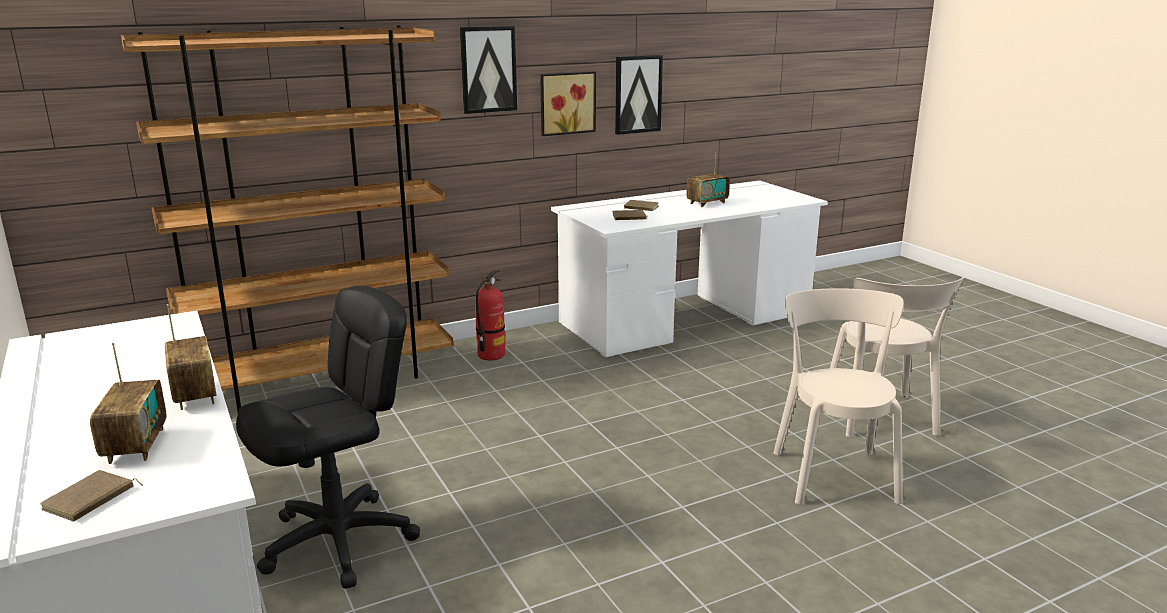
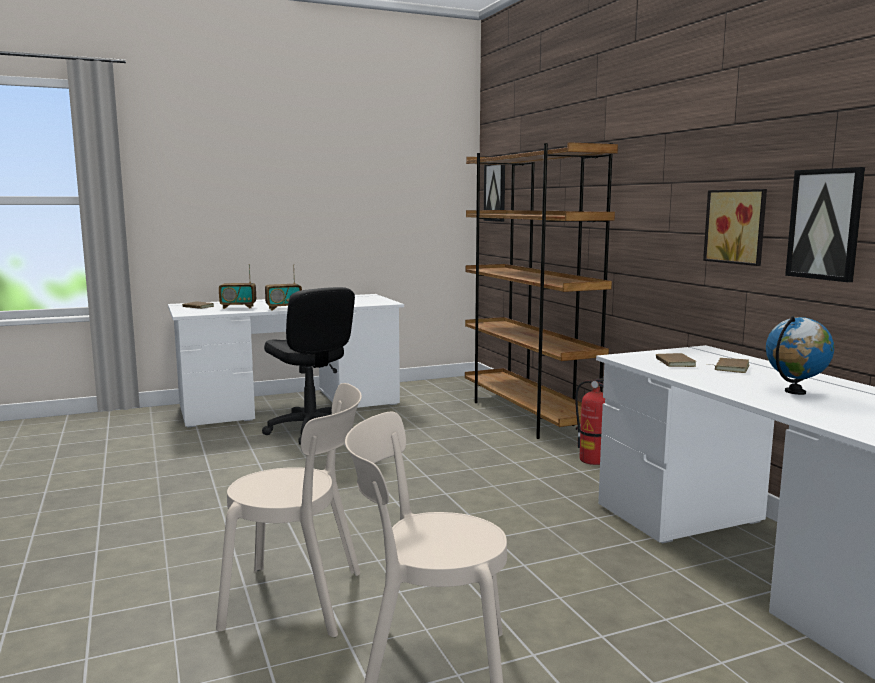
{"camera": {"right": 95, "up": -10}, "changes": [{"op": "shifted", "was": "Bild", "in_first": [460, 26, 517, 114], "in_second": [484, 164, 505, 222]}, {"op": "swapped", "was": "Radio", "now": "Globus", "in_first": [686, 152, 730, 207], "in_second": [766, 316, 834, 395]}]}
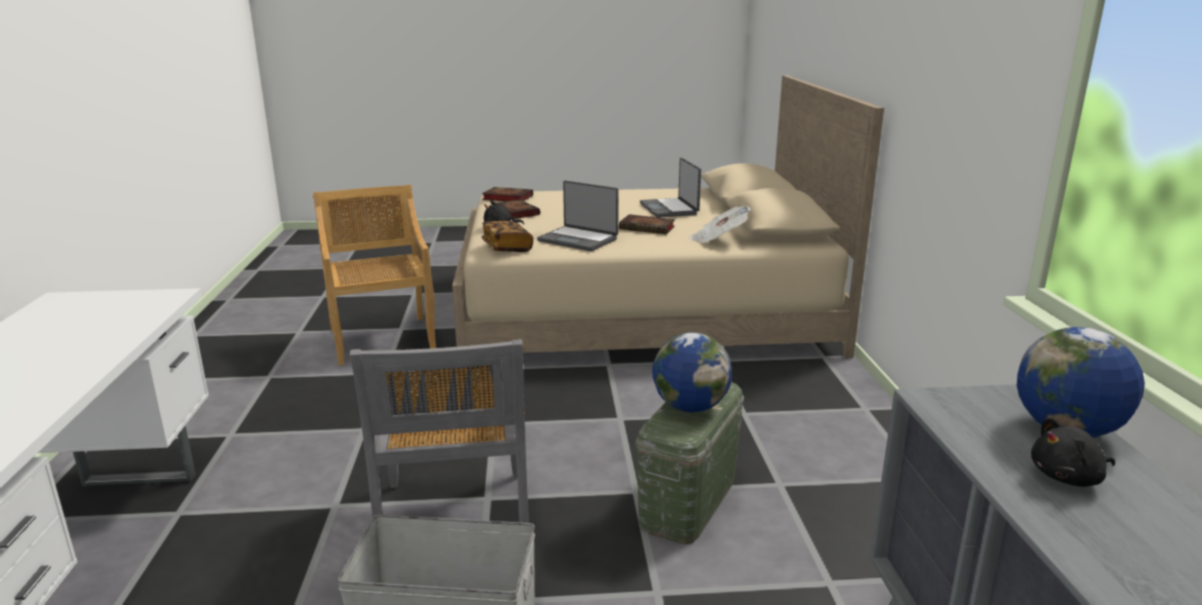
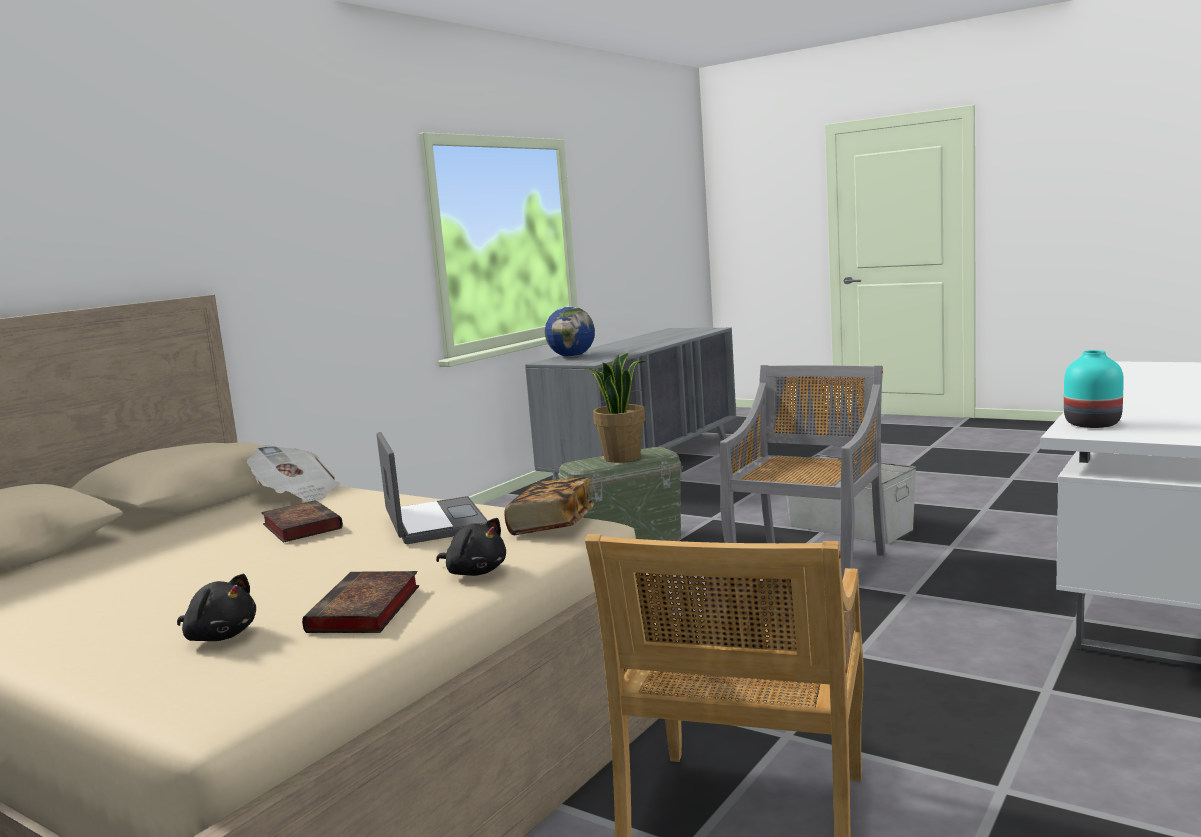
{"camera": {"right": -140, "up": -10}, "changes": [{"op": "gone", "was": "Buch", "in_first": [482, 187, 533, 201]}, {"op": "gone", "was": "Laptop", "in_first": [640, 157, 701, 218]}, {"op": "swapped", "was": "Globus", "now": "Topfpflanze", "in_first": [652, 333, 732, 413], "in_second": [586, 353, 645, 463]}, {"op": "shifted", "was": "Plüschtier [schwarz]", "in_first": [1031, 417, 1115, 487], "in_second": [177, 574, 256, 641]}, {"op": "new", "now": "Vase [türkis]", "in_second": [1064, 350, 1124, 428]}]}
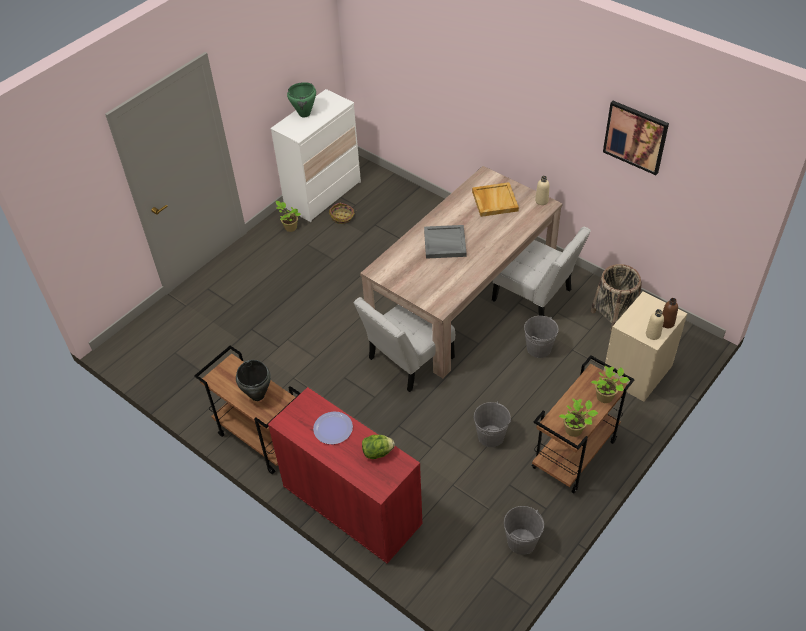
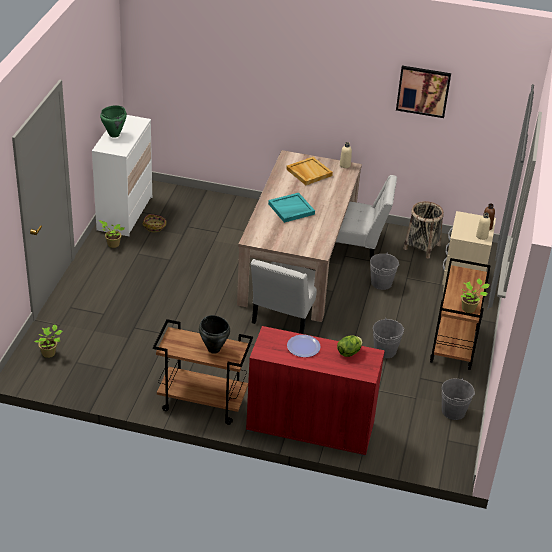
{"camera": {"right": -30, "up": -10}, "changes": [{"op": "repainted", "was": "Tablett [grau]", "now": "Tablett [türkis]", "in_first": [424, 225, 467, 259], "in_second": [268, 193, 315, 223]}, {"op": "shifted", "was": "Topfpflanze", "in_first": [591, 366, 629, 403], "in_second": [34, 324, 62, 358]}]}
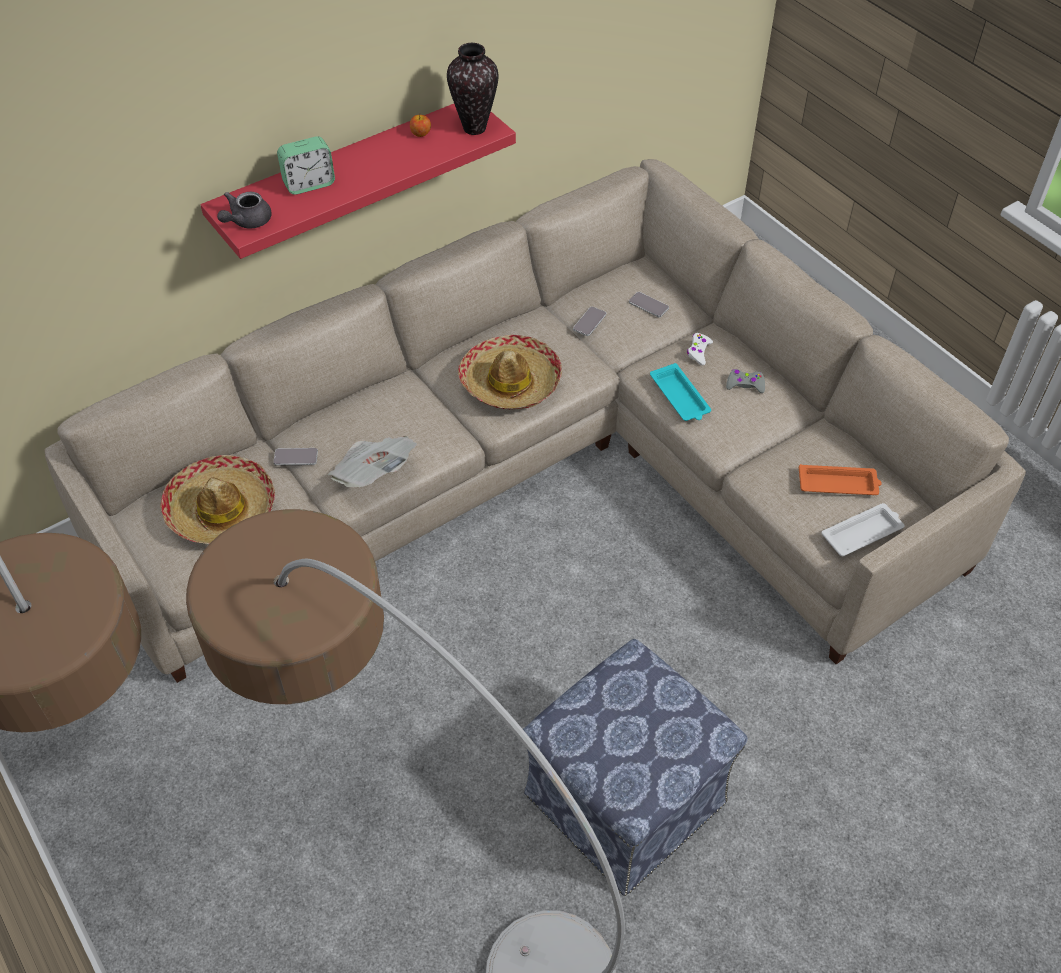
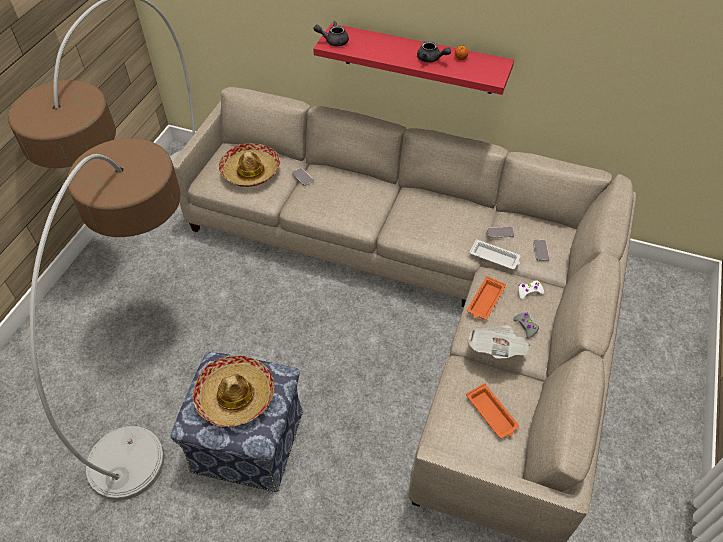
{"camera": {"right": 55, "up": 0}, "changes": [{"op": "gone", "was": "Wecker", "in_first": [277, 136, 335, 195]}, {"op": "shifted", "was": "Zeitung", "in_first": [327, 436, 417, 488], "in_second": [468, 325, 531, 359]}, {"op": "gone", "was": "Vase", "in_first": [447, 43, 498, 135]}, {"op": "shifted", "was": "Hut", "in_first": [458, 335, 562, 409], "in_second": [193, 355, 274, 427]}, {"op": "repainted", "was": "Tablett [türkis]", "now": "Tablett [orange]", "in_first": [650, 363, 711, 421], "in_second": [467, 276, 506, 320]}, {"op": "shifted", "was": "Tablett [weiß]", "in_first": [821, 503, 905, 556], "in_second": [469, 239, 521, 269]}, {"op": "new", "now": "Teekanne [grau]", "in_second": [417, 41, 451, 63]}]}
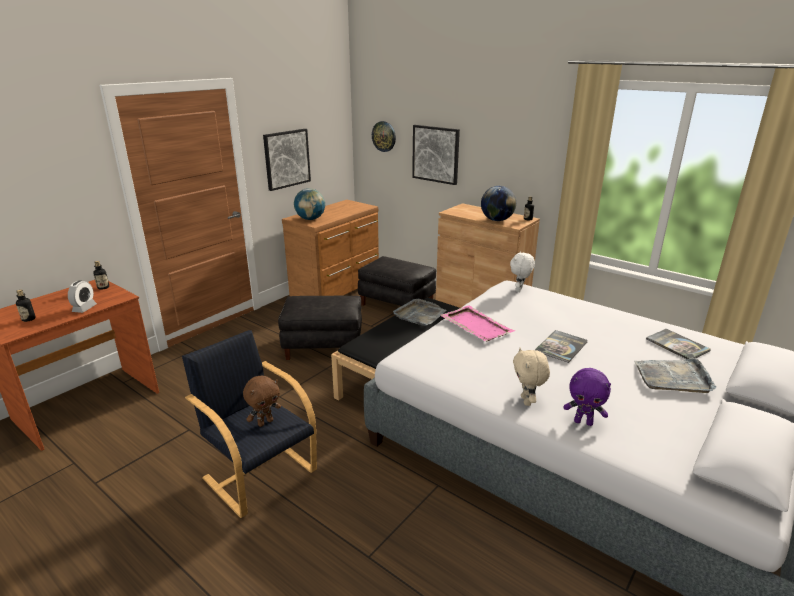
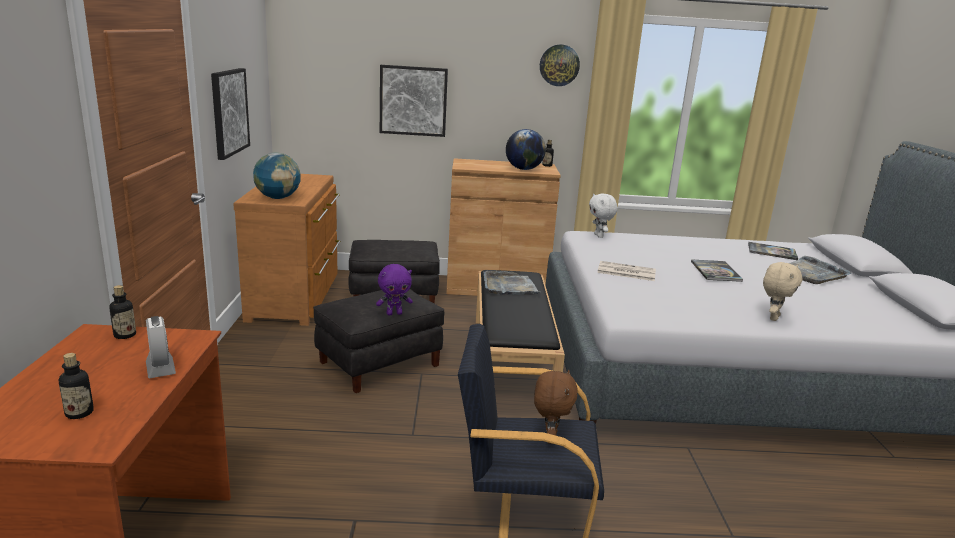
{"camera": {"right": -40, "up": -5}, "changes": [{"op": "shifted", "was": "Wanduhr", "in_first": [372, 121, 396, 152], "in_second": [540, 44, 580, 86]}, {"op": "swapped", "was": "Tablett [rosa]", "now": "Zeitung", "in_first": [440, 305, 515, 341], "in_second": [597, 261, 656, 281]}, {"op": "rotated", "was": "Plüschtier [beige]", "in_first": [513, 348, 550, 406], "in_second": [763, 262, 803, 321], "clockwise": -105}, {"op": "shifted", "was": "Plüschtier [lila]", "in_first": [564, 368, 611, 426], "in_second": [376, 264, 413, 316]}]}
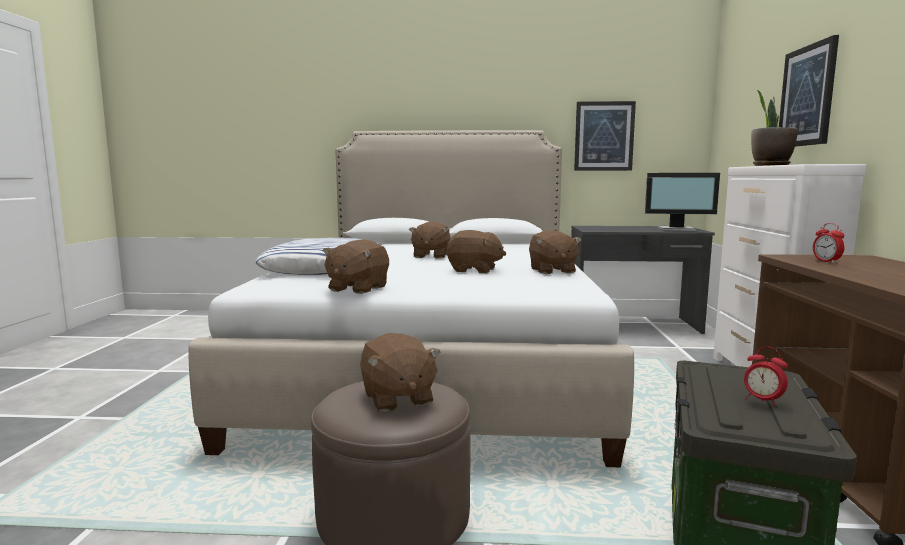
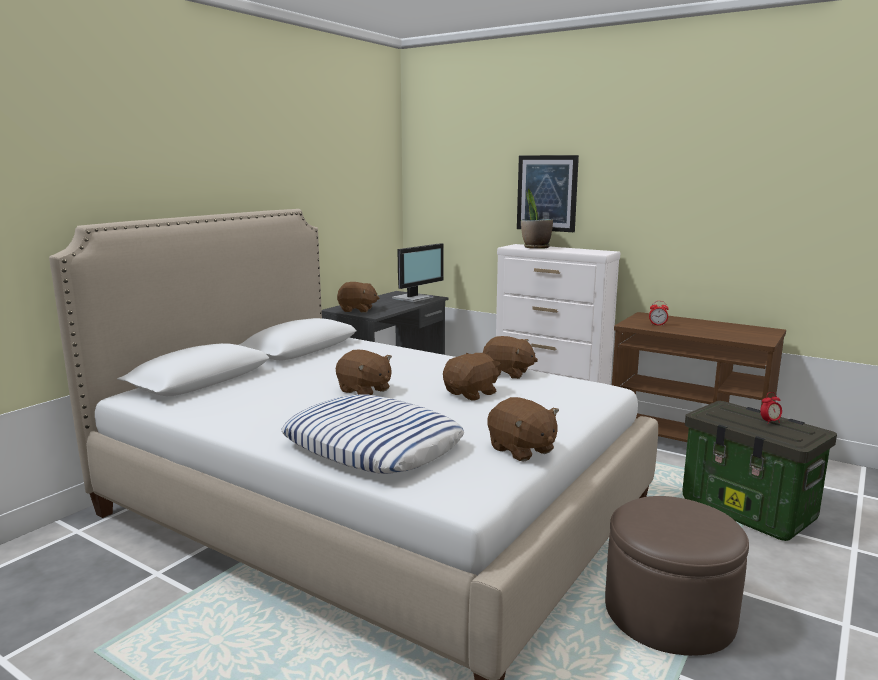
{"camera": {"right": -60, "up": 5}, "changes": [{"op": "shifted", "was": "Plüschtier [braun]", "in_first": [360, 333, 440, 412], "in_second": [337, 282, 379, 313]}, {"op": "gone", "was": "Bild", "in_first": [574, 101, 636, 171]}]}
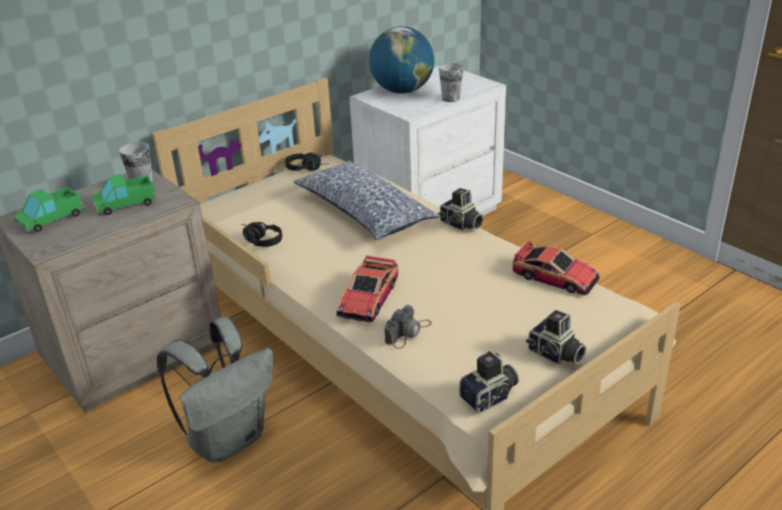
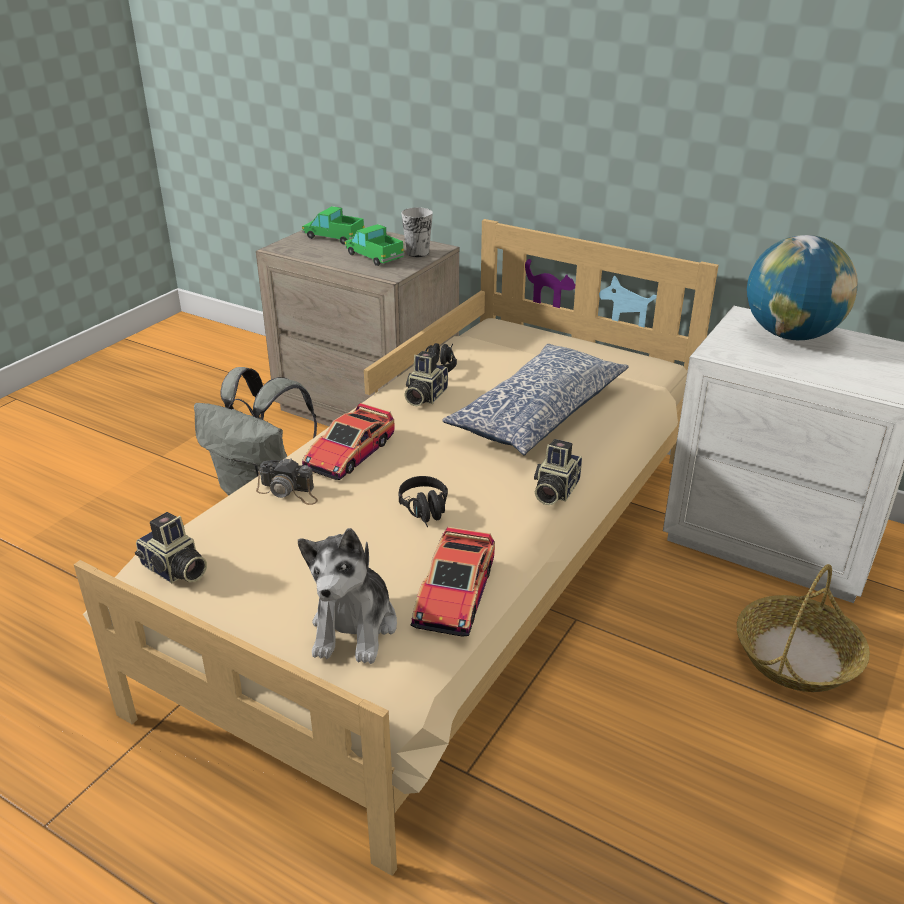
{"camera": {"right": 70, "up": 0}, "changes": [{"op": "shifted", "was": "Kopfhörer [schwarz]", "in_first": [285, 152, 321, 171], "in_second": [399, 476, 448, 527]}, {"op": "rotated", "was": "Spielzeugauto", "in_first": [336, 255, 398, 322], "in_second": [302, 403, 395, 480], "clockwise": -60}, {"op": "gone", "was": "Tasse", "in_first": [439, 63, 463, 102]}, {"op": "shifted", "was": "Kamera", "in_first": [526, 310, 586, 365], "in_second": [404, 351, 448, 406]}, {"op": "new", "now": "Plüschtier", "in_second": [298, 528, 397, 664]}, {"op": "new", "now": "Korb", "in_second": [737, 564, 870, 692]}]}
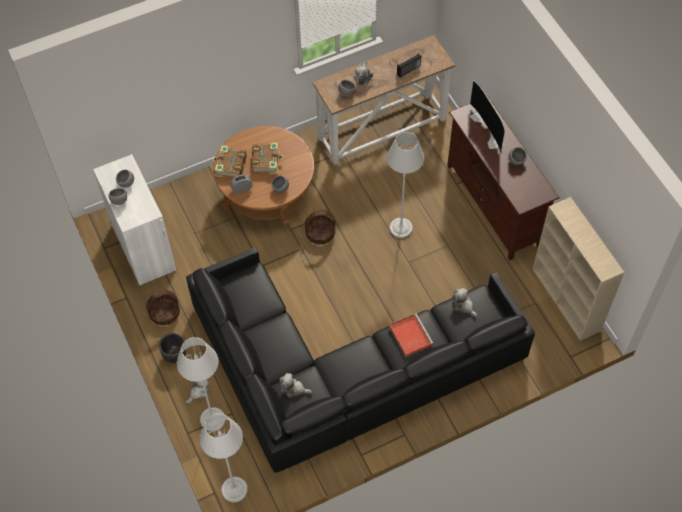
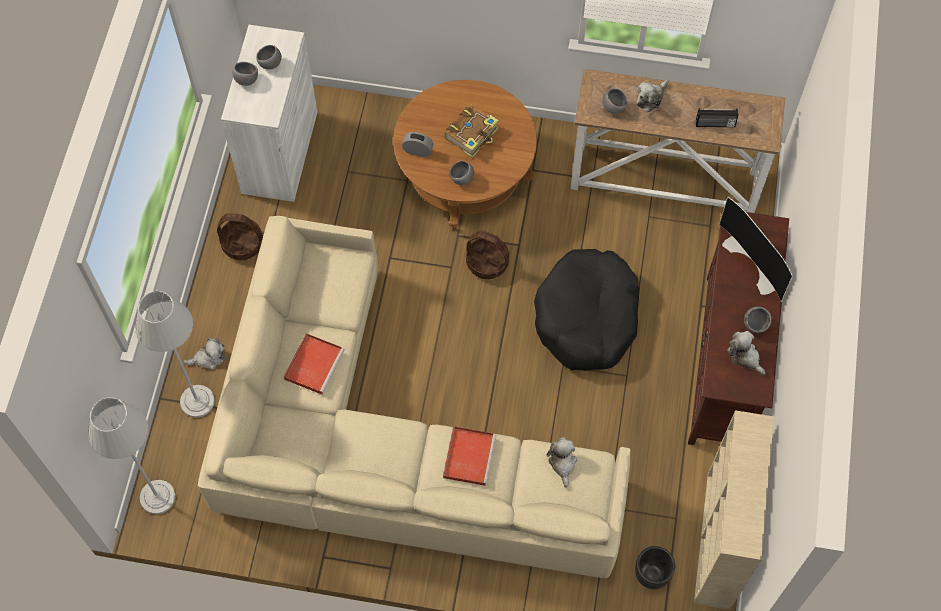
{"camera": {"right": 35, "up": 5}, "changes": [{"op": "shifted", "was": "Pflanzkübel [schwarz]", "in_first": [159, 333, 186, 363], "in_second": [635, 546, 675, 589]}, {"op": "repainted", "was": "Sofa [schwarz]", "now": "Sofa [beige]", "in_first": [186, 248, 535, 473], "in_second": [198, 216, 630, 578]}, {"op": "gone", "was": "Buch", "in_first": [213, 145, 247, 178]}, {"op": "shifted", "was": "Plüschtier", "in_first": [279, 373, 312, 397], "in_second": [727, 331, 765, 375]}, {"op": "swapped", "was": "Stehlampe [grau]", "now": "Hundebett [schwarz]", "in_first": [387, 132, 424, 238], "in_second": [534, 249, 639, 371]}, {"op": "rotated", "was": "Fernseher", "in_first": [470, 80, 505, 153], "in_second": [719, 197, 793, 302], "clockwise": -45}, {"op": "new", "now": "Tablett [rot]", "in_second": [284, 333, 345, 394]}]}
